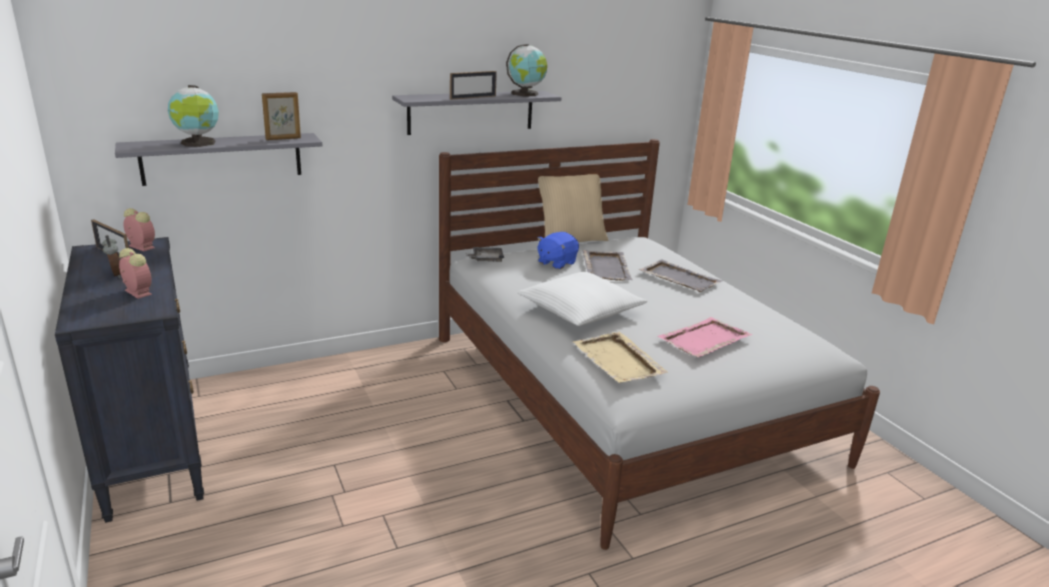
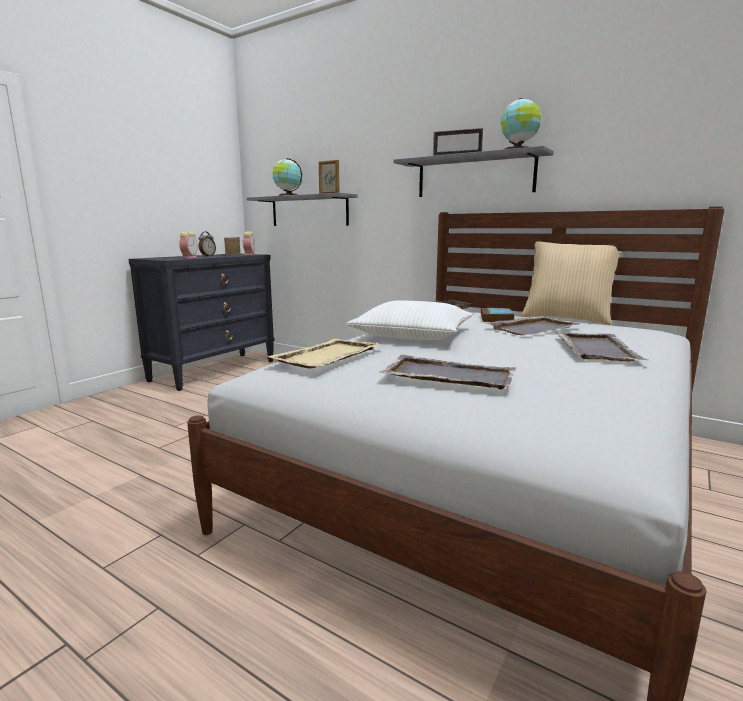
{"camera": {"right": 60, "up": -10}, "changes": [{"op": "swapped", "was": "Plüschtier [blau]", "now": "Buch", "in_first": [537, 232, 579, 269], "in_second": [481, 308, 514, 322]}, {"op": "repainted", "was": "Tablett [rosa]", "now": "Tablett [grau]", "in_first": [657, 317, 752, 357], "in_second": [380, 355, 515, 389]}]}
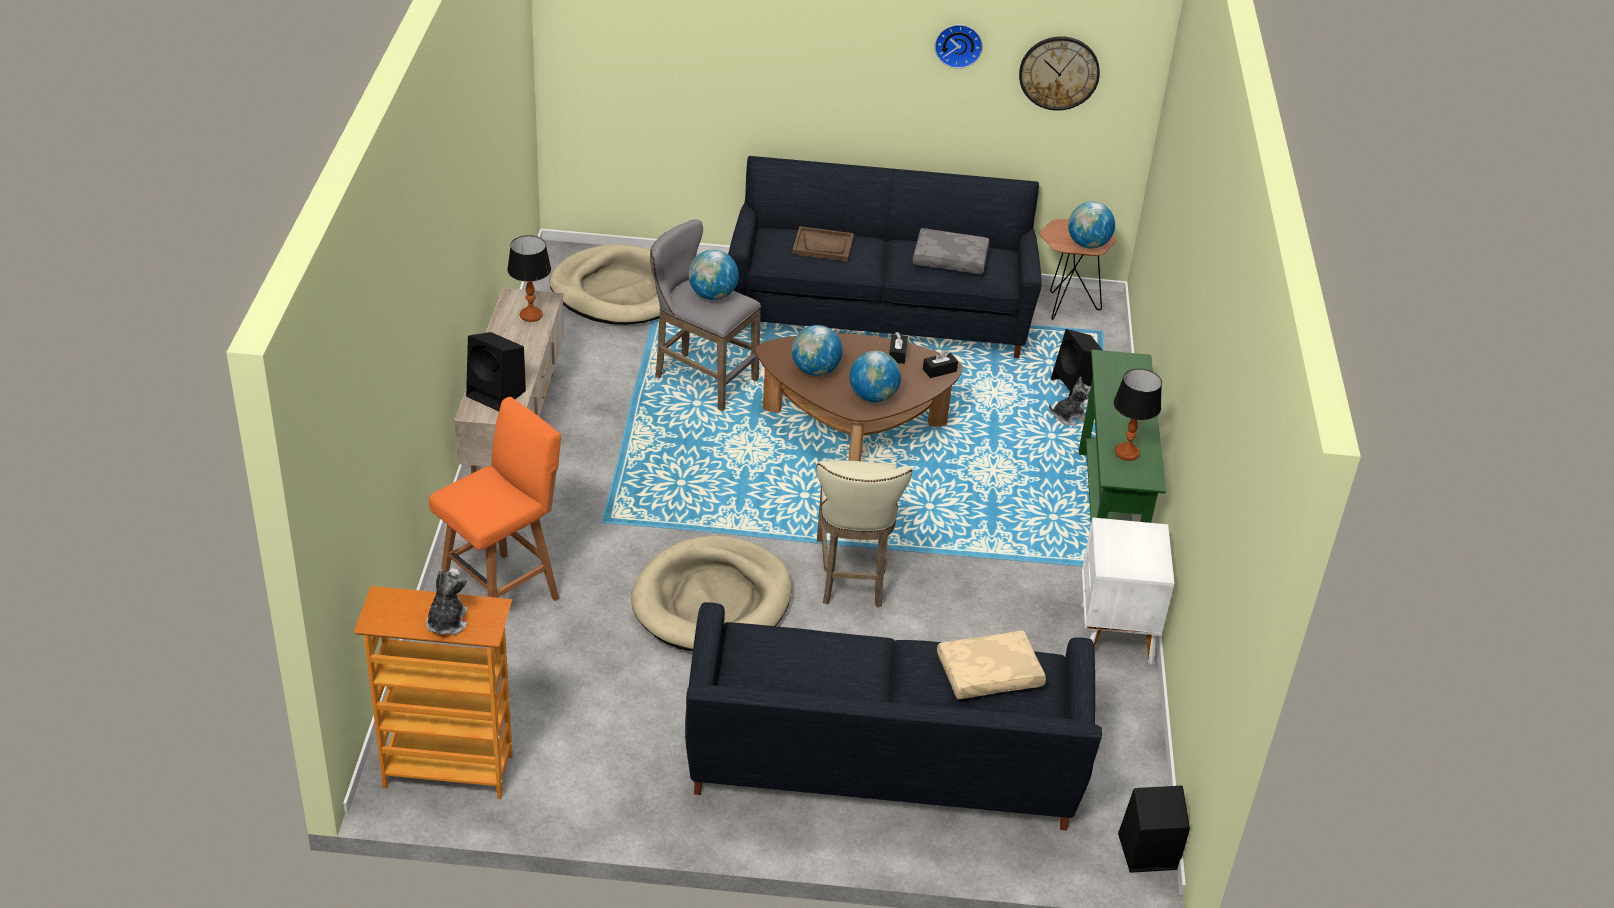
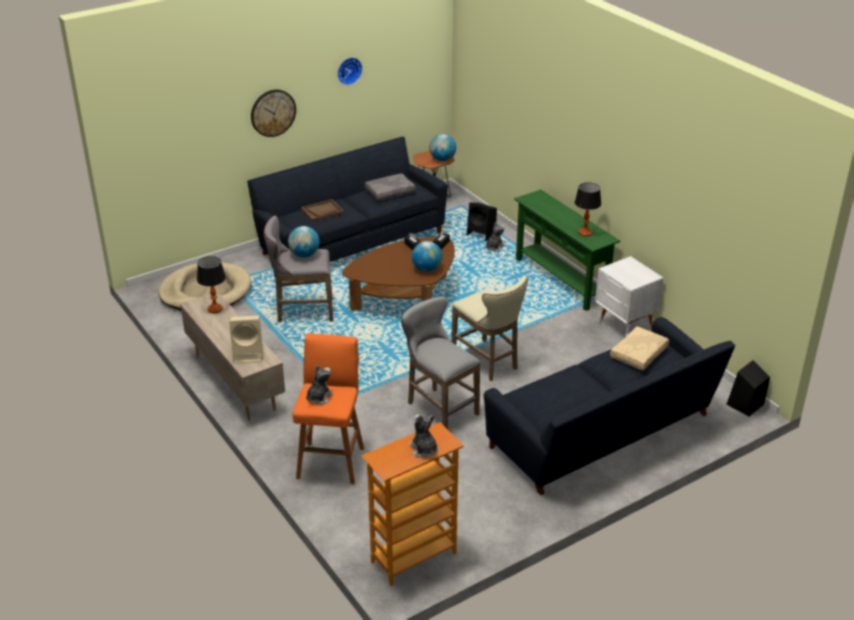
{"camera": {"right": -35, "up": -5}, "changes": [{"op": "repainted", "was": "Lautsprecher [schwarz]", "now": "Lautsprecher [beige]", "in_first": [466, 332, 526, 411], "in_second": [229, 315, 263, 363]}, {"op": "swapped", "was": "Hundebett [beige]", "now": "Hocker [grau]", "in_first": [631, 535, 792, 651], "in_second": [401, 296, 481, 429]}, {"op": "gone", "was": "Globus", "in_first": [792, 325, 843, 376]}, {"op": "shifted", "was": "Wanduhr", "in_first": [1019, 36, 1100, 111], "in_second": [251, 89, 296, 137]}, {"op": "new", "now": "Plüschtier", "in_second": [306, 365, 334, 405]}]}
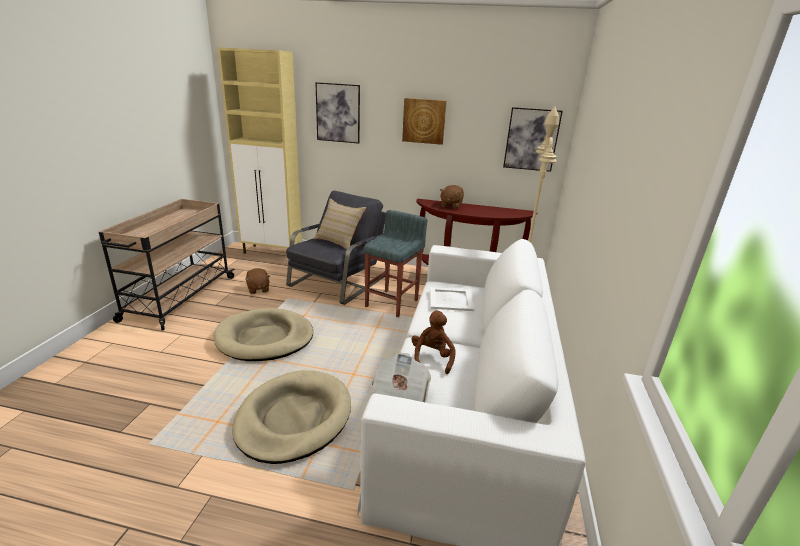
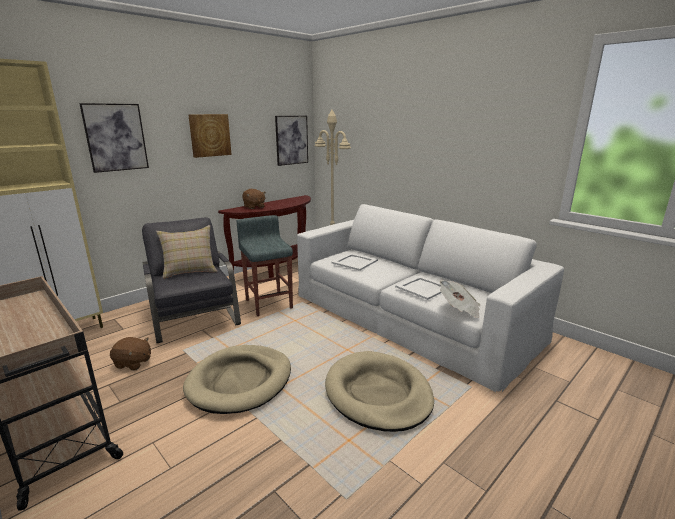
{"camera": {"right": -55, "up": -5}, "changes": [{"op": "swapped", "was": "Plüschtier [braun]", "now": "Tablett [weiß]", "in_first": [411, 311, 456, 374], "in_second": [395, 275, 441, 300]}]}
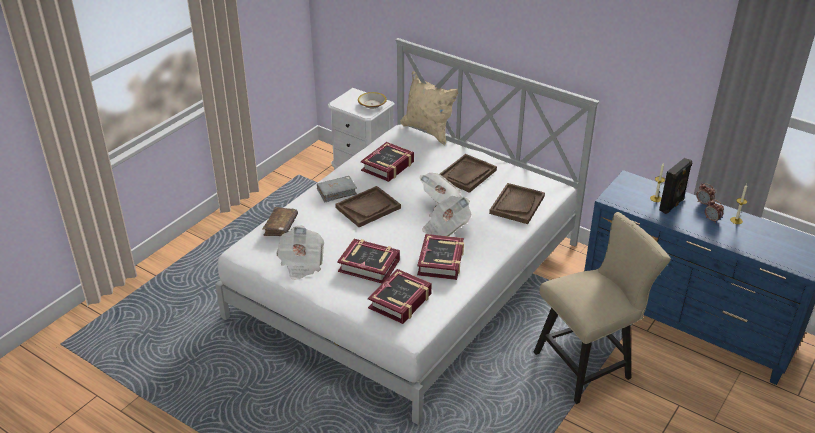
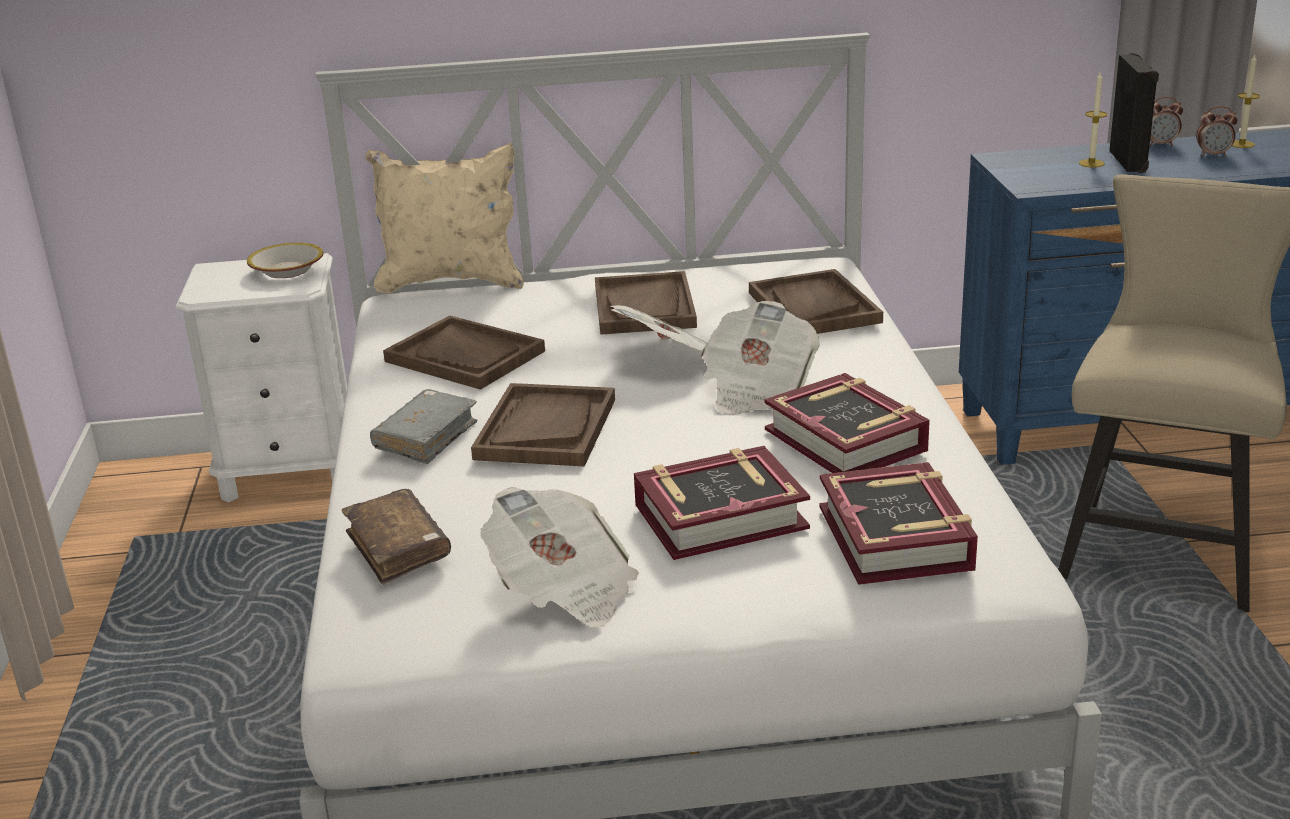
{"camera": {"right": -40, "up": -10}, "changes": [{"op": "swapped", "was": "Buch", "now": "Tablett [braun]", "in_first": [361, 142, 414, 182], "in_second": [383, 315, 545, 390]}]}
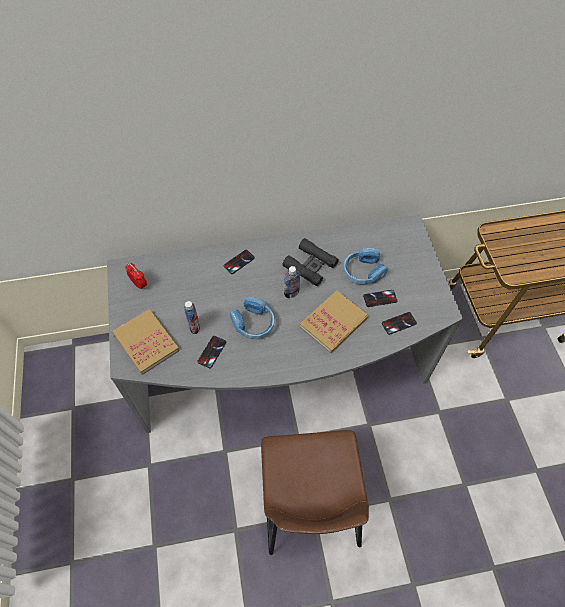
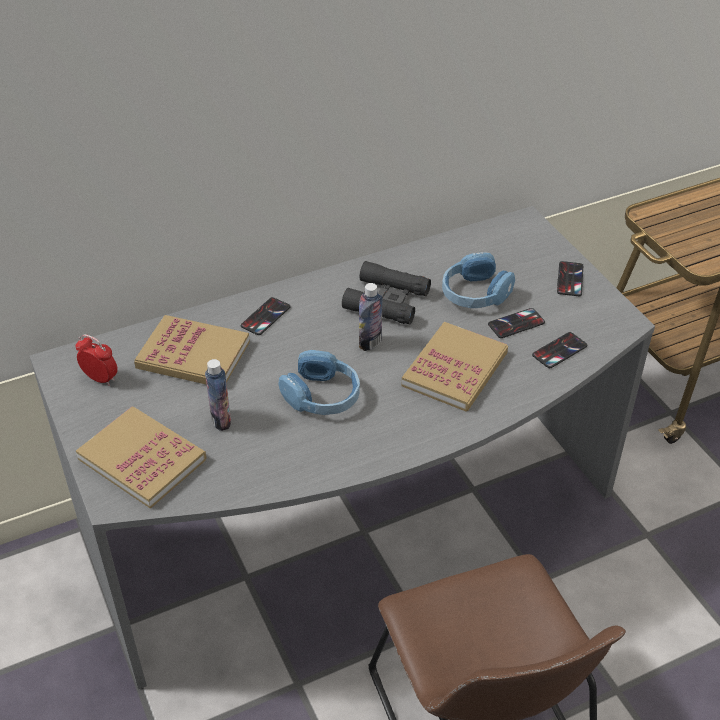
{"camera": {"right": -15, "up": -15}, "changes": [{"op": "shifted", "was": "Handy", "in_first": [197, 336, 226, 368], "in_second": [557, 261, 583, 296]}, {"op": "new", "now": "Buch", "in_second": [134, 315, 250, 385]}]}
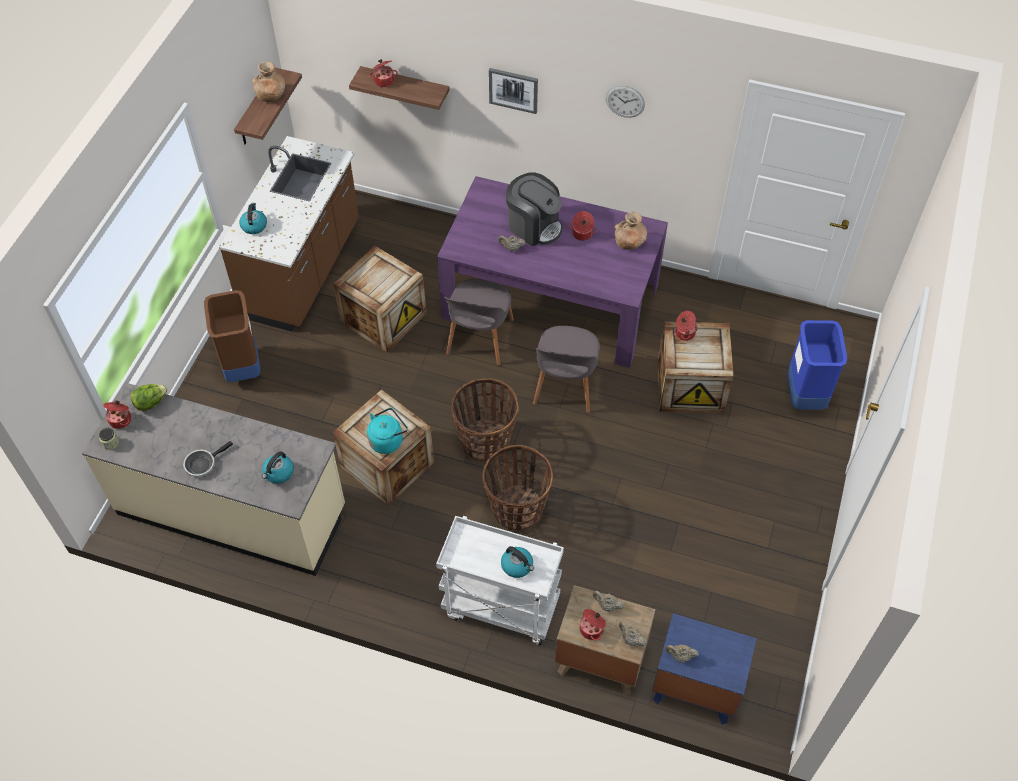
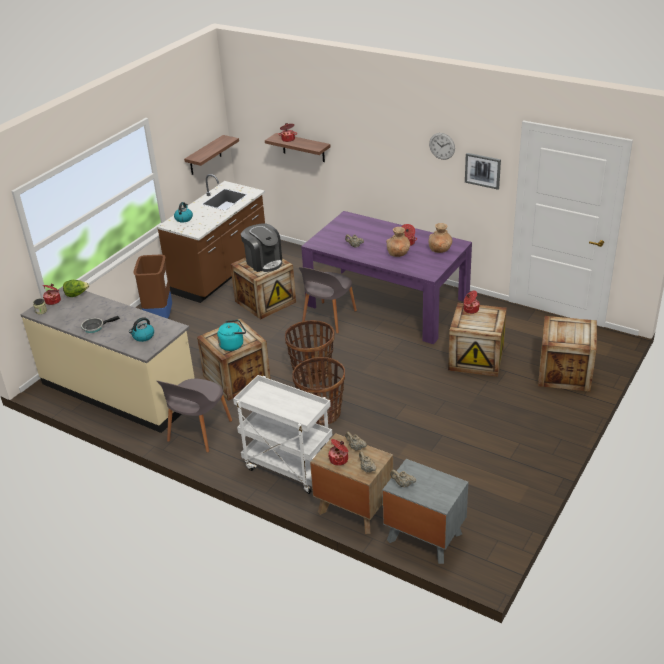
{"camera": {"right": 15, "up": -20}, "changes": [{"op": "shifted", "was": "Vase [braun]", "in_first": [252, 62, 285, 102], "in_second": [386, 227, 410, 257]}, {"op": "shifted", "was": "Bild", "in_first": [489, 68, 538, 114], "in_second": [465, 153, 501, 190]}, {"op": "gone", "was": "Wasserkessel", "in_first": [501, 546, 534, 578]}, {"op": "shifted", "was": "Kaffeemaschine", "in_first": [506, 172, 563, 246], "in_second": [241, 223, 282, 272]}, {"op": "shifted", "was": "Stuhl [grau]", "in_first": [533, 326, 600, 413], "in_second": [157, 379, 232, 453]}, {"op": "repainted", "was": "Nachttisch [blau]", "now": "Nachttisch [grau]", "in_first": [652, 613, 757, 725], "in_second": [382, 459, 468, 564]}, {"op": "swapped", "was": "Mülleimer [blau]", "now": "Kiste", "in_first": [787, 320, 847, 410], "in_second": [538, 316, 597, 392]}]}
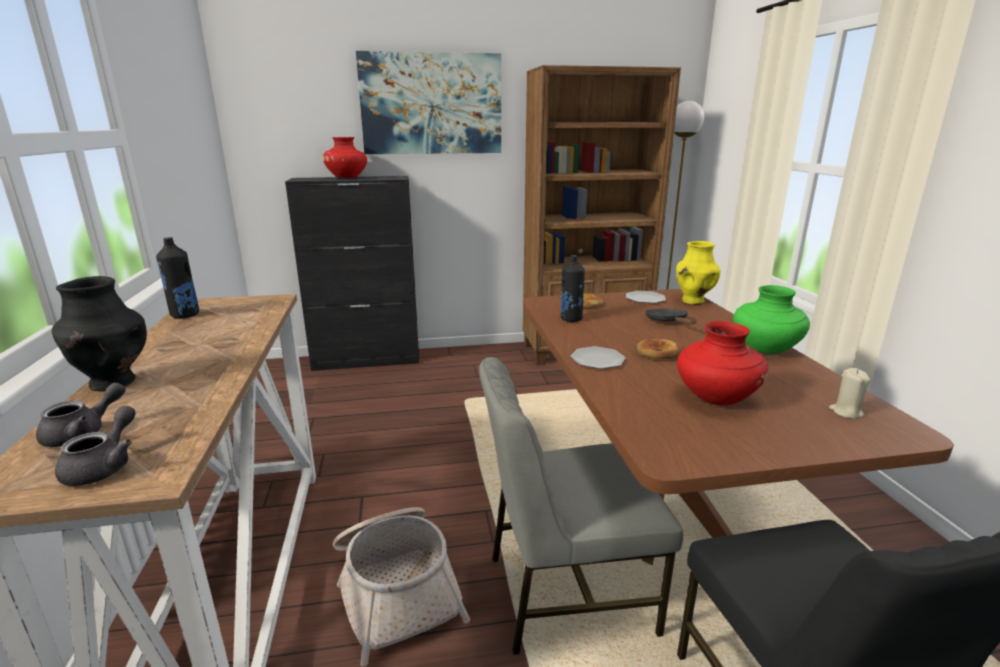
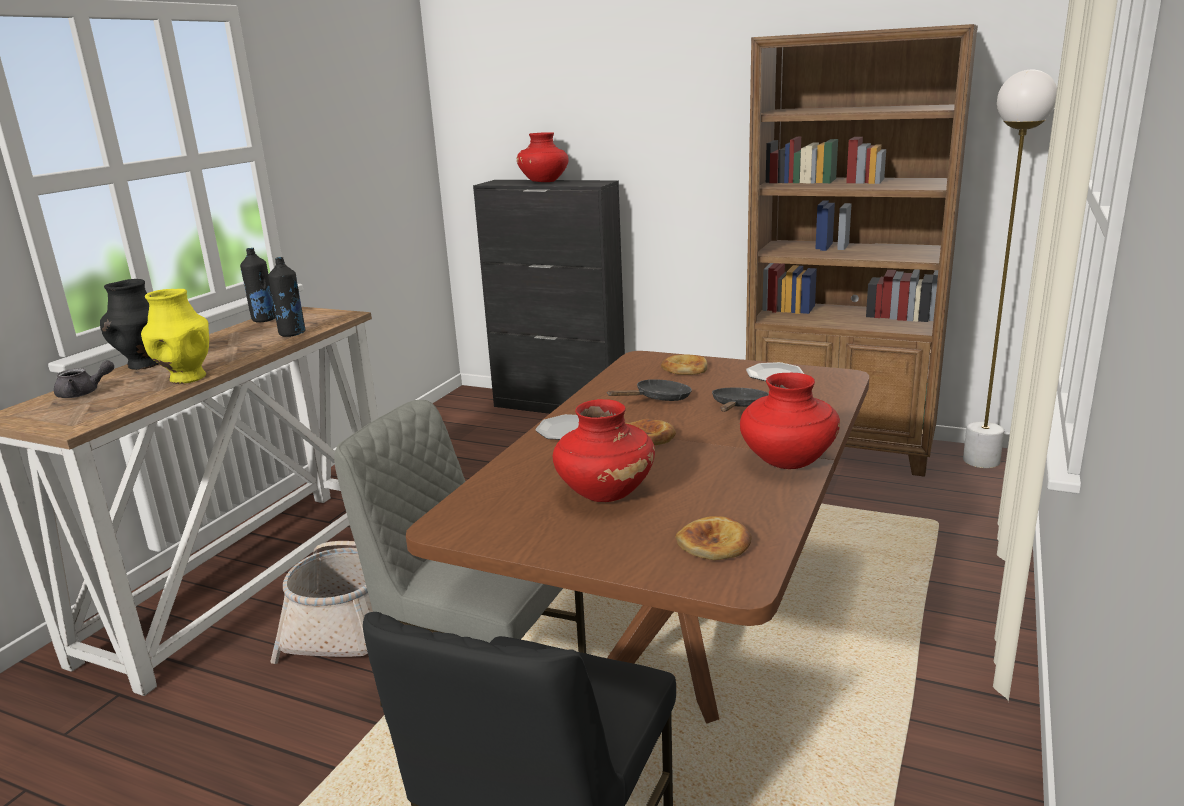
{"camera": {"right": 35, "up": 0}, "changes": [{"op": "gone", "was": "Teekanne [grau]", "in_first": [55, 406, 136, 486]}, {"op": "gone", "was": "Bild", "in_first": [356, 51, 501, 154]}, {"op": "shifted", "was": "Flasche [schwarz]", "in_first": [561, 255, 585, 322], "in_second": [268, 257, 305, 337]}, {"op": "shifted", "was": "Vase [gelb]", "in_first": [676, 241, 721, 305], "in_second": [141, 289, 209, 384]}, {"op": "repainted", "was": "Vase [grün]", "now": "Vase [rot]", "in_first": [733, 285, 810, 354], "in_second": [740, 373, 840, 469]}, {"op": "swapped", "was": "Kerze [beige]", "now": "Brot", "in_first": [829, 368, 871, 419], "in_second": [675, 516, 752, 560]}, {"op": "new", "now": "Pfanne [schwarz]", "in_second": [607, 379, 692, 401]}]}
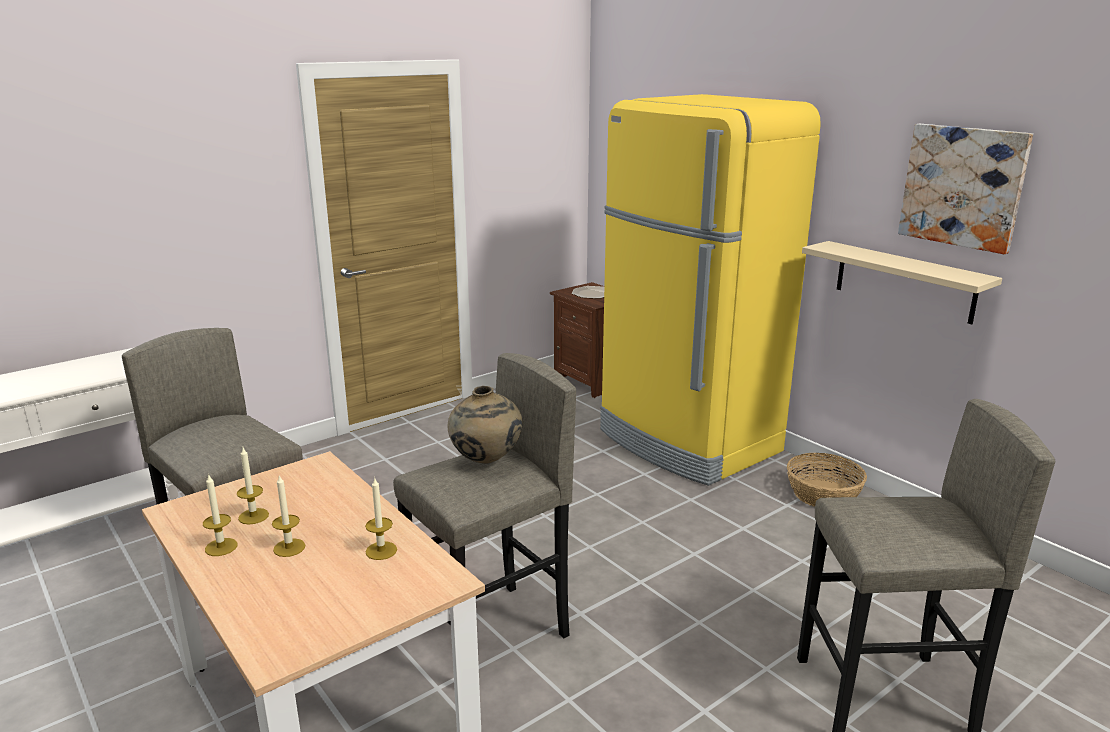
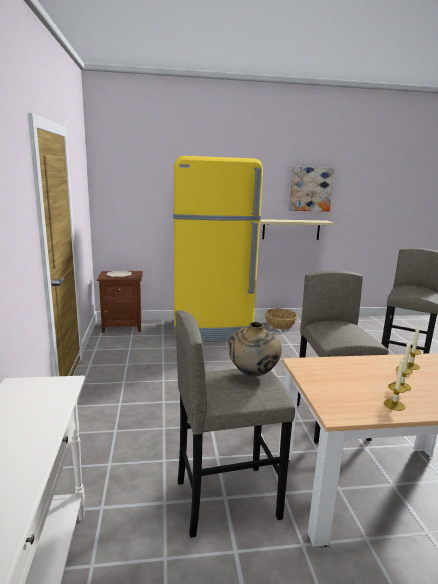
{"camera": {"right": -60, "up": -5}, "changes": [{"op": "gone", "was": "Kerze", "in_first": [237, 448, 269, 524]}, {"op": "shifted", "was": "Vase [beige]", "in_first": [448, 386, 522, 464], "in_second": [229, 322, 282, 377]}]}
